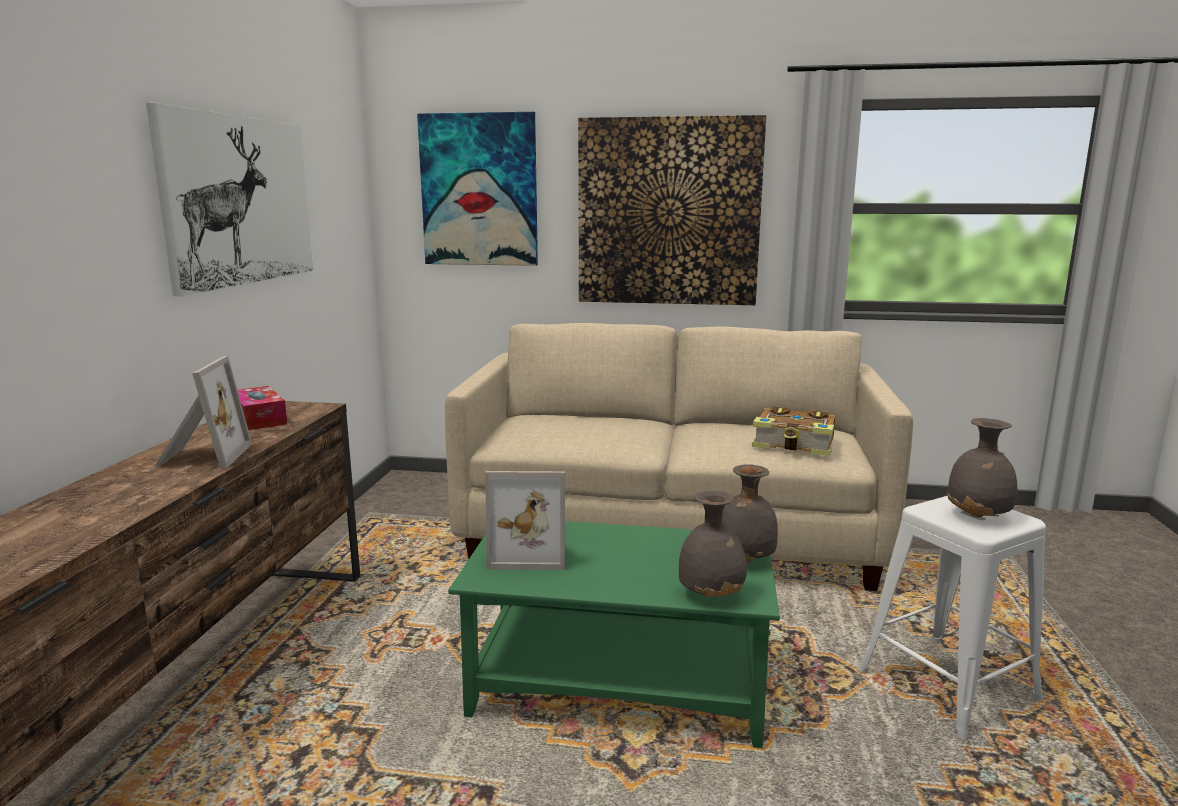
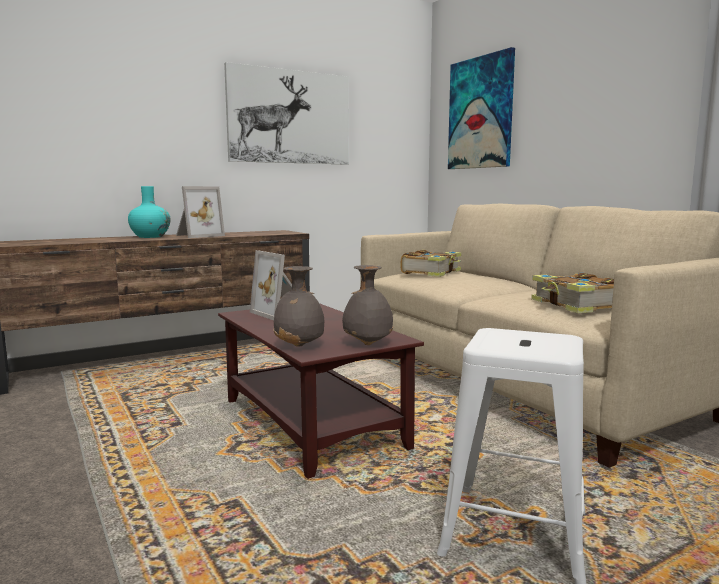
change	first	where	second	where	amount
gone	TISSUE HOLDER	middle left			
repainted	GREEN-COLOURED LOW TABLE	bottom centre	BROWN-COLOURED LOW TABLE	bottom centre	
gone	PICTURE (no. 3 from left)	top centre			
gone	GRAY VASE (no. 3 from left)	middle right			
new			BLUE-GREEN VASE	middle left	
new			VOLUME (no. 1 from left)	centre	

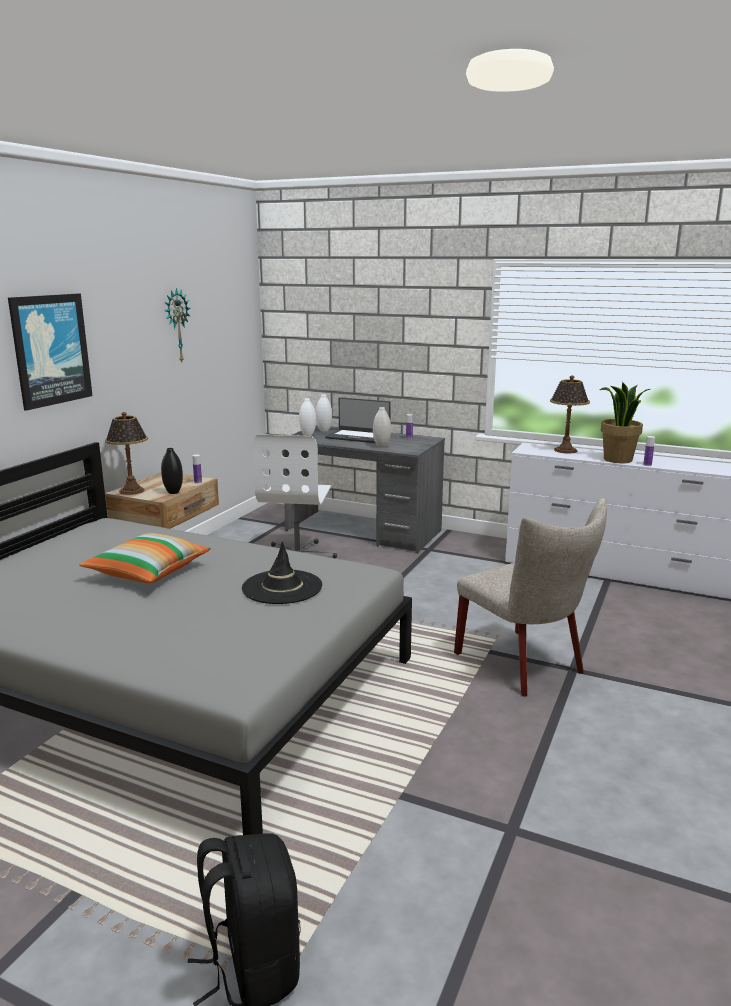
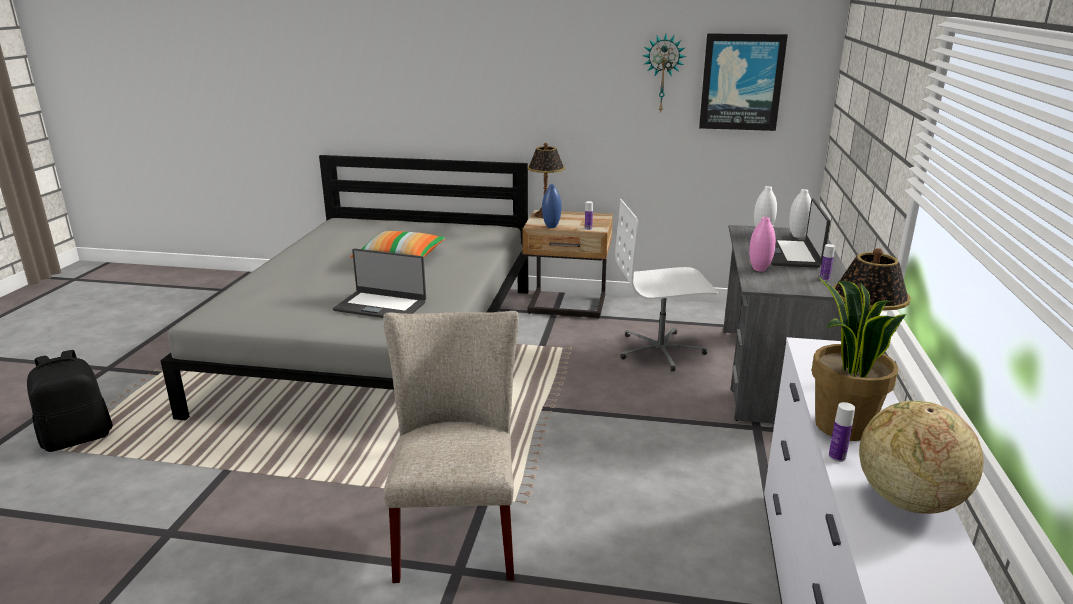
change	first	where	second	where	amount
shifted	PICTURE	middle left		top right	
repainted	BLACKISH VASE	middle left	BLUE VASE	centre	
swapped	BLACKISH HAT	centre	NOTEBOOK COMPUTER (no. 1 from left)	centre	
repainted	WHITISH VASE (no. 3 from left)	centre	PINK VASE	middle right	
rotated	BEIGE CHAIR	middle right		bottom centre	135 degrees clockwise
new			GLOBE	bottom right	

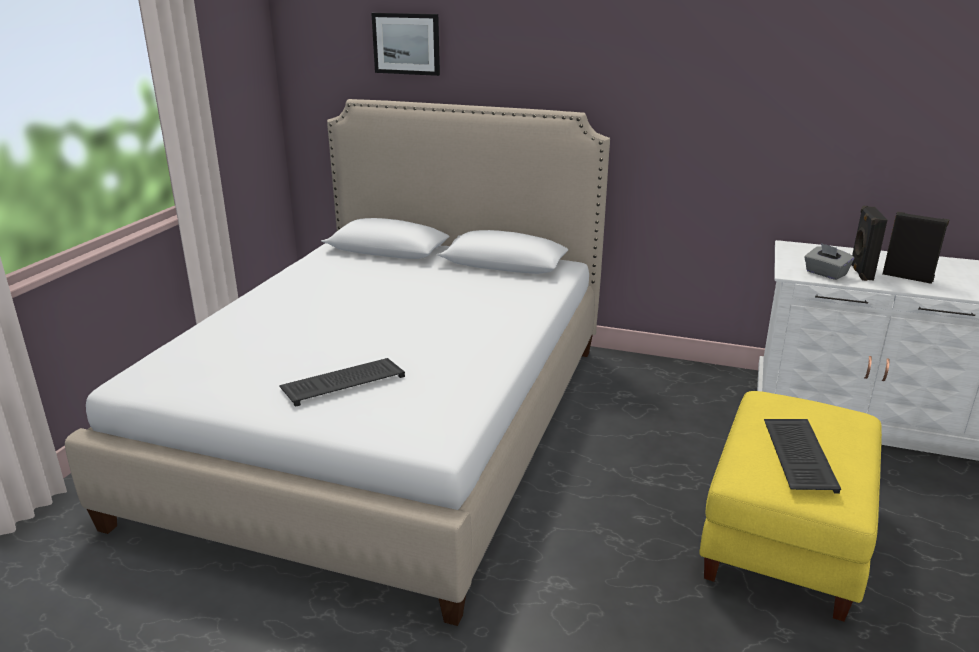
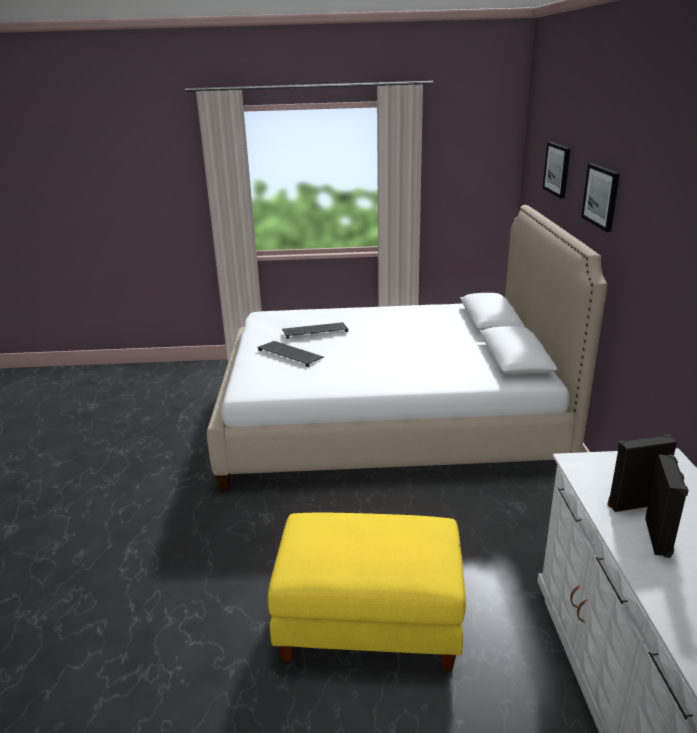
change	first	where	second	where	amount
shifted	PC KEYBOARD (no. 2 from left)	bottom right		centre	
gone	GRAY TISSUE HOLDER	middle right			
new			PICTURE (no. 2 from left)	top right	

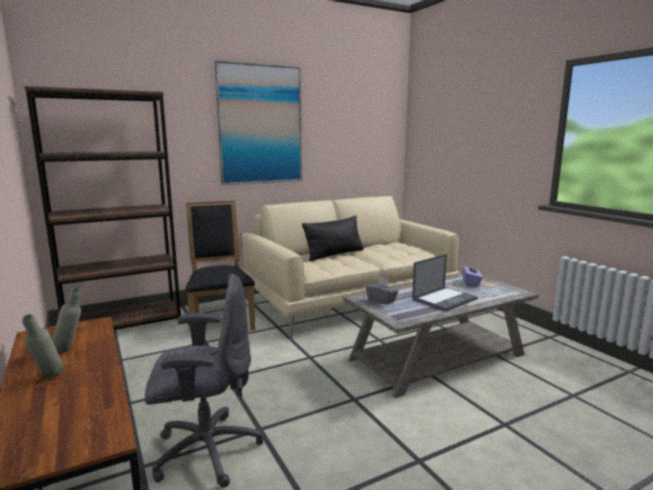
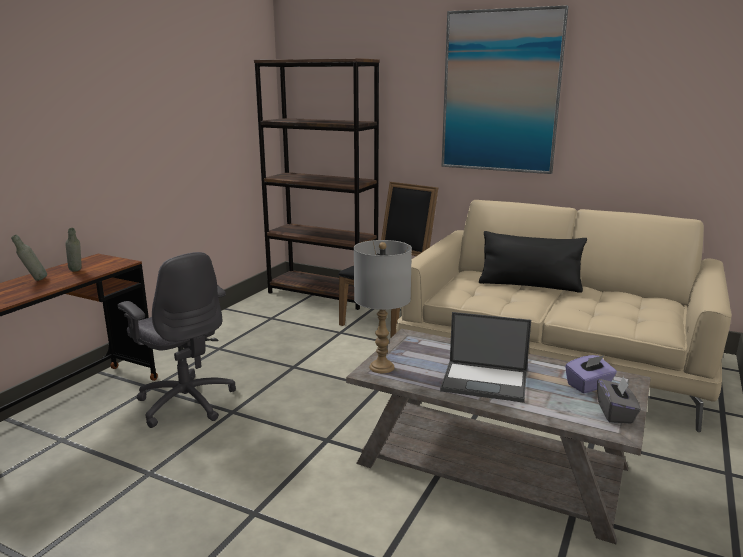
change	first	where	second	where	amount
shifted	GRAY TISSUE HOLDER	centre		bottom right	
new			GRAY TABLE LAMP	centre	

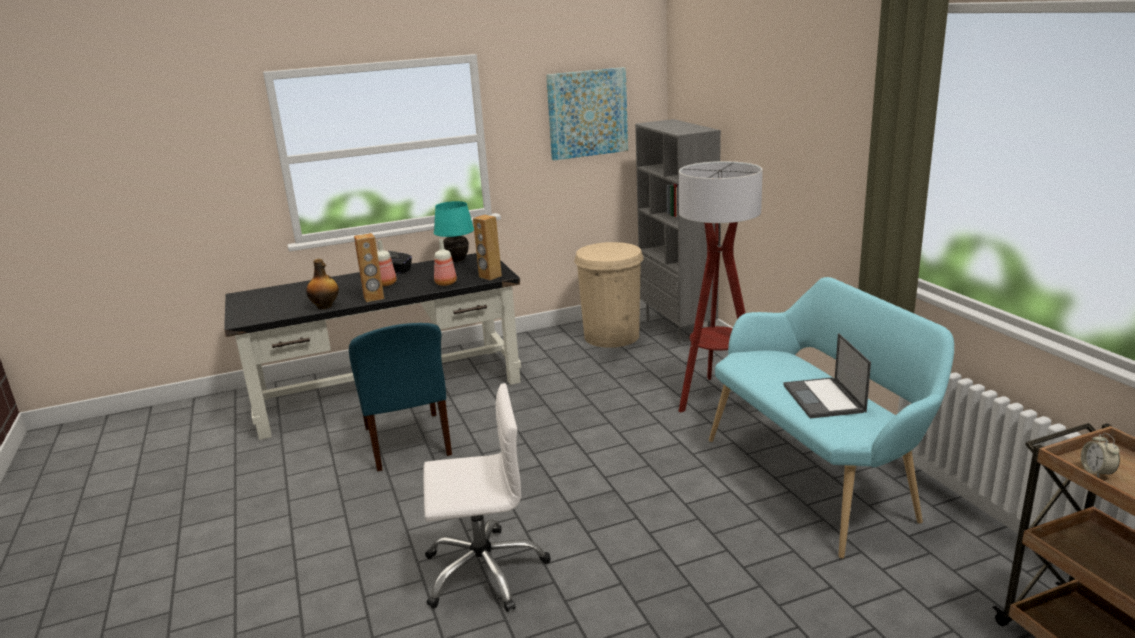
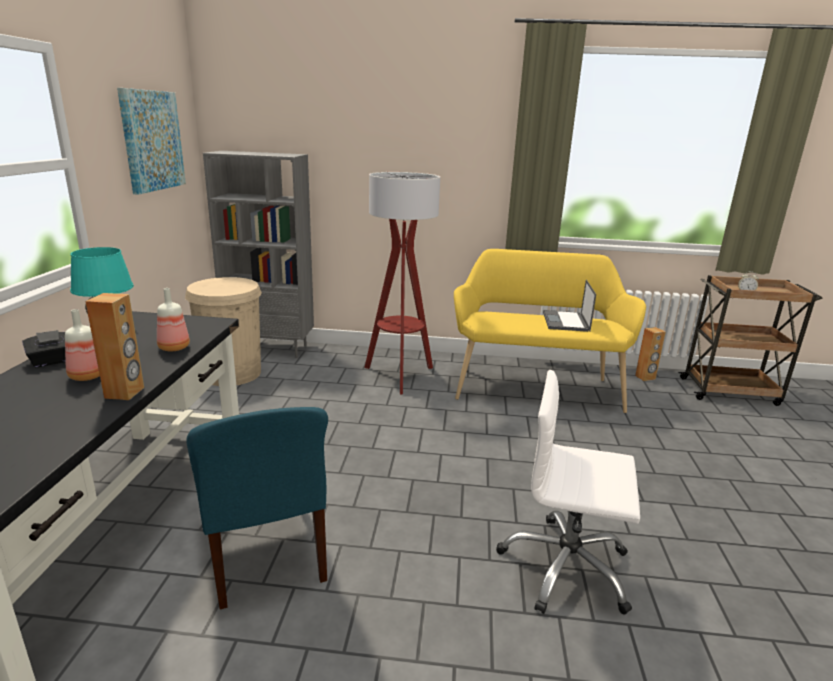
change	first	where	second	where	amount
gone	BEVERAGE BOTTLE (no. 1 from left)	middle left			
rotated	BLUE CHAIR	centre		bottom left	60 degrees clockwise
rotated	WHITISH DESK CHAIR	bottom centre		bottom right	90 degrees counterclockwise
shifted	BROWN-COLOURED AUDIO SPEAKER (no. 2 from left)	centre		middle right	
repainted	BLUE-GREEN BENCH	middle right	YELLOW BENCH	centre	
rotated	NOTEBOOK COMPUTER	middle right		middle right	75 degrees clockwise

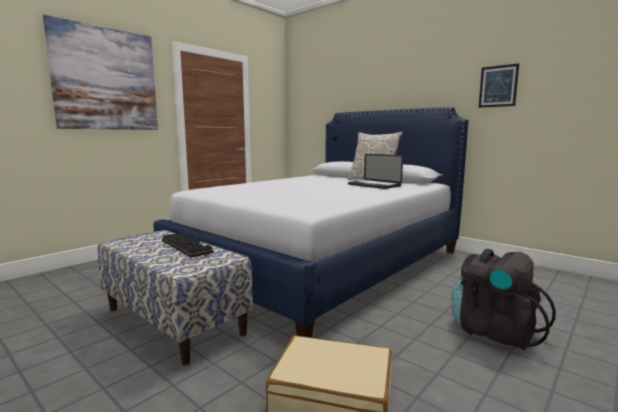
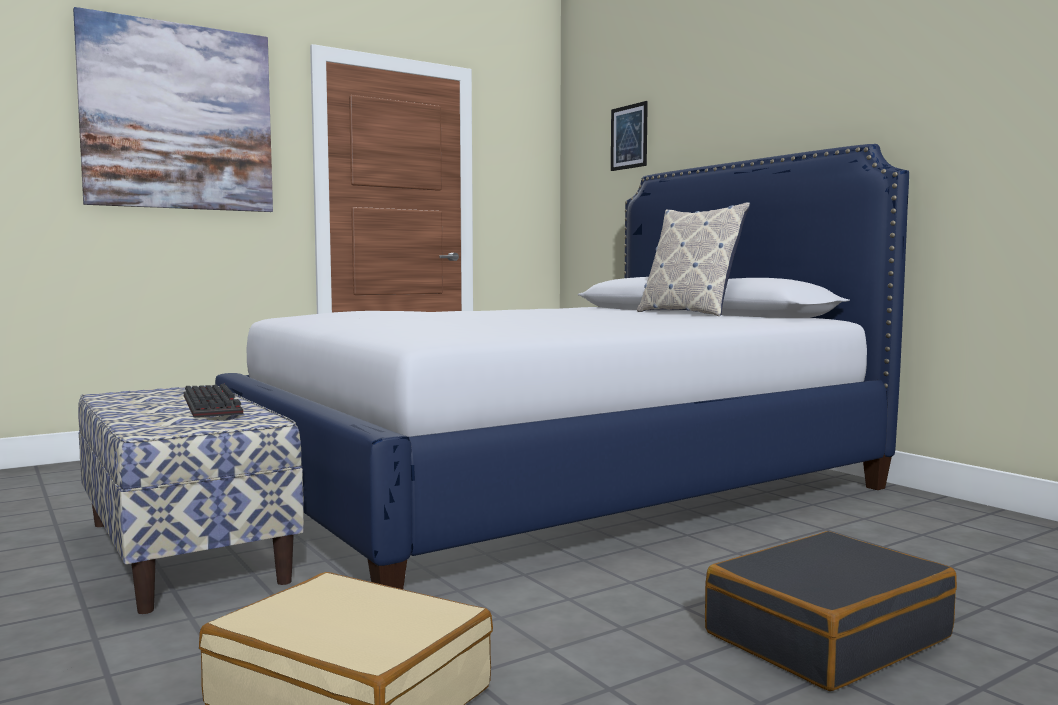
change	first	where	second	where	amount
gone	NOTEBOOK COMPUTER	centre			
swapped	BLACKISH BACKPACK	bottom right	BLACKISH TRAVEL CASE	bottom right	
shifted	PICTURE (no. 2 from left)	top right		top centre	

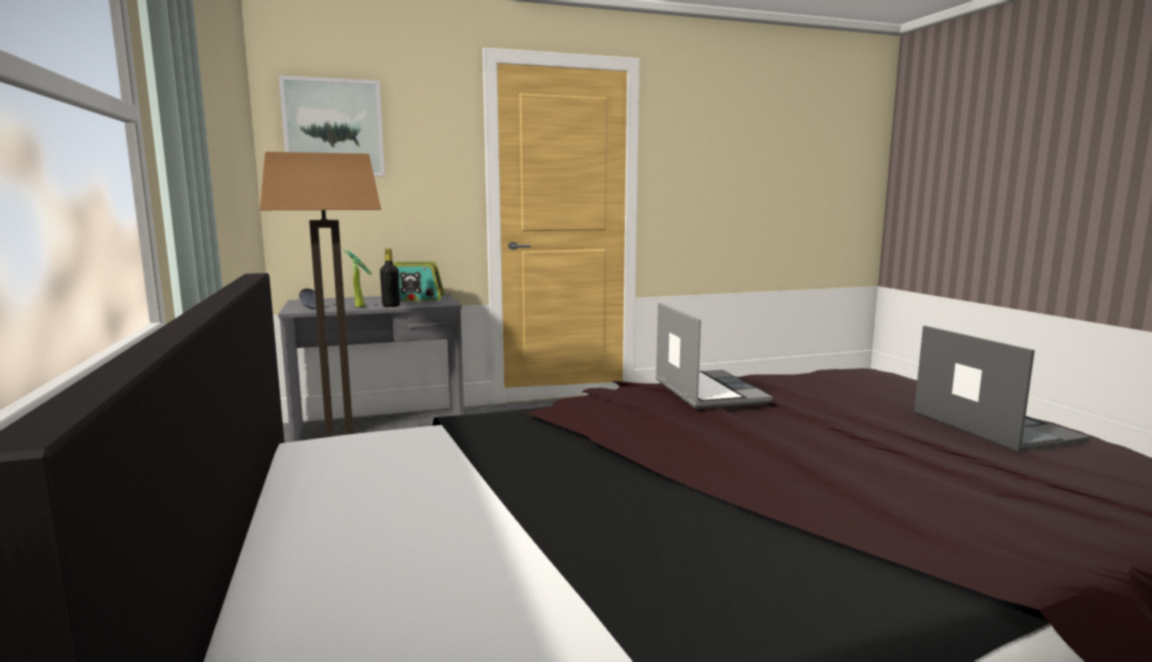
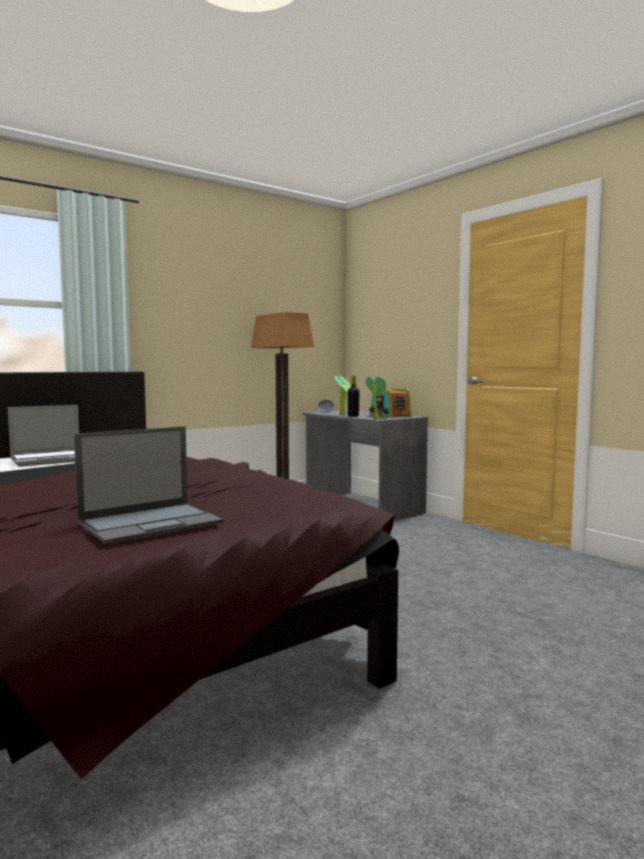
change	first	where	second	where	amount
gone	PICTURE	top left			
shifted	NOTEBOOK COMPUTER (no. 1 from left)	centre		middle left	
new			PLANT IN A POT (no. 2 from left)	centre	

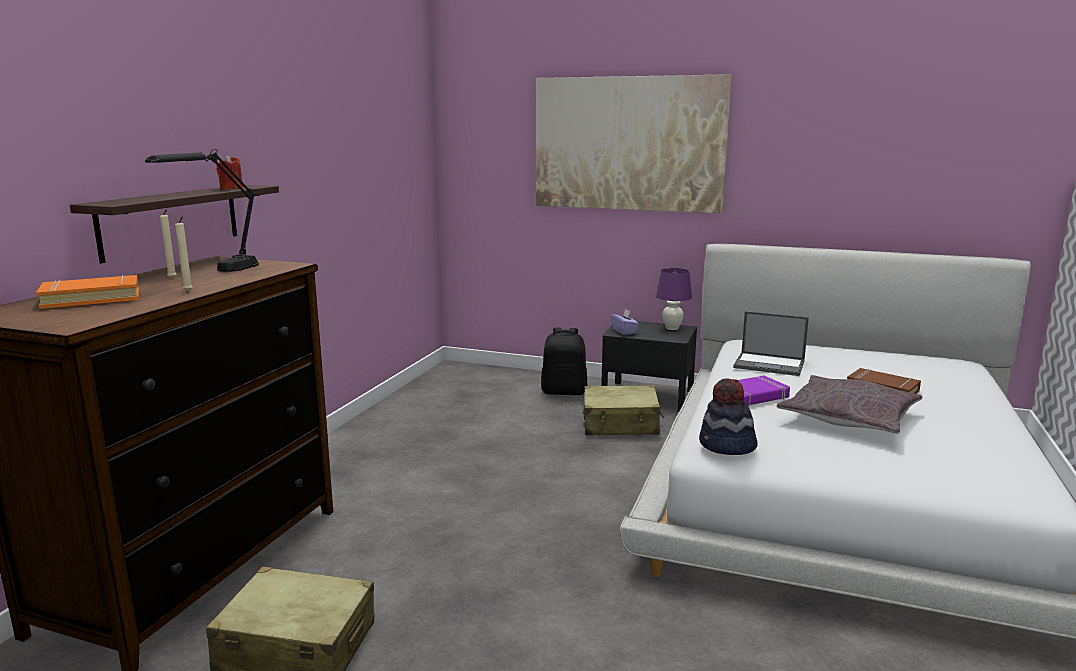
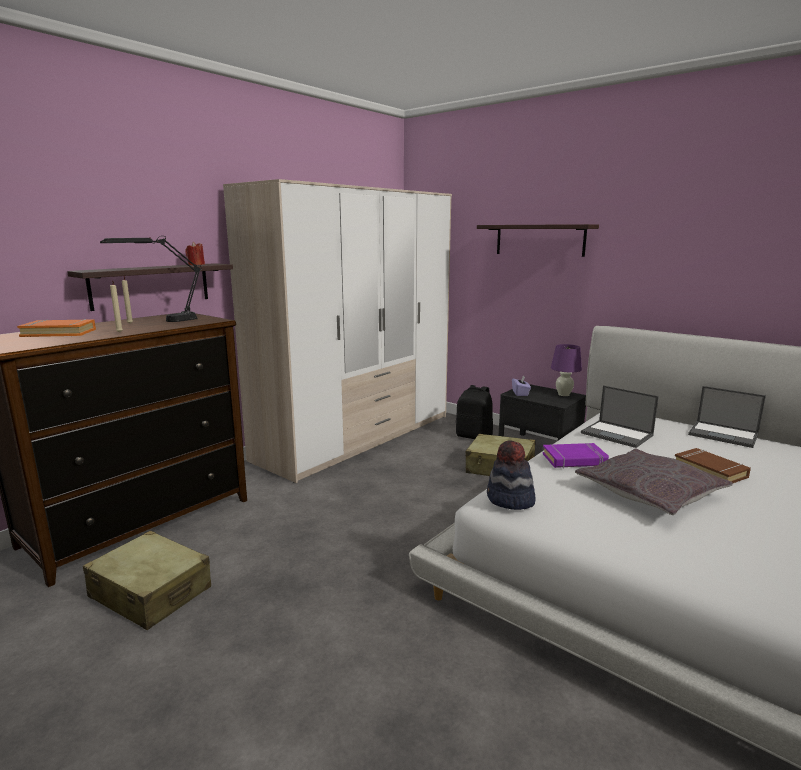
change	first	where	second	where	amount
swapped	PICTURE	top centre	BRACKET SHELF (no. 2 from left)	top right	
new			ARMOIRE	centre	
new			NOTEBOOK COMPUTER (no. 2 from left)	middle right	

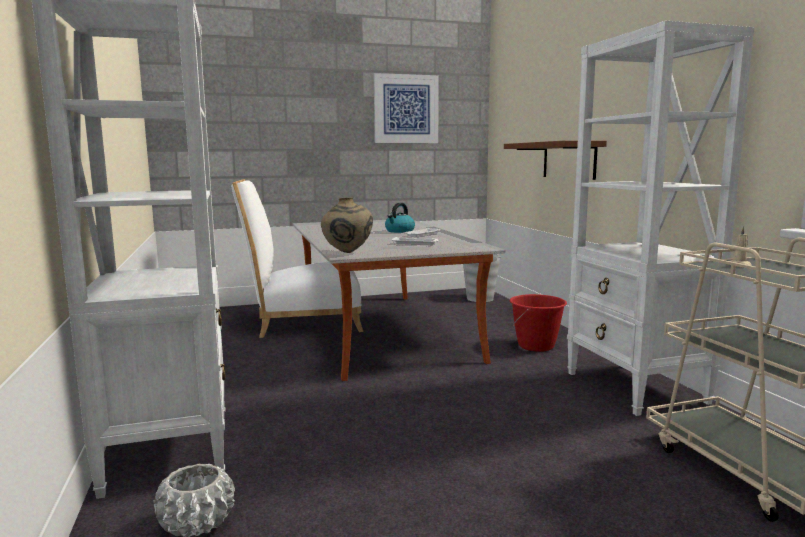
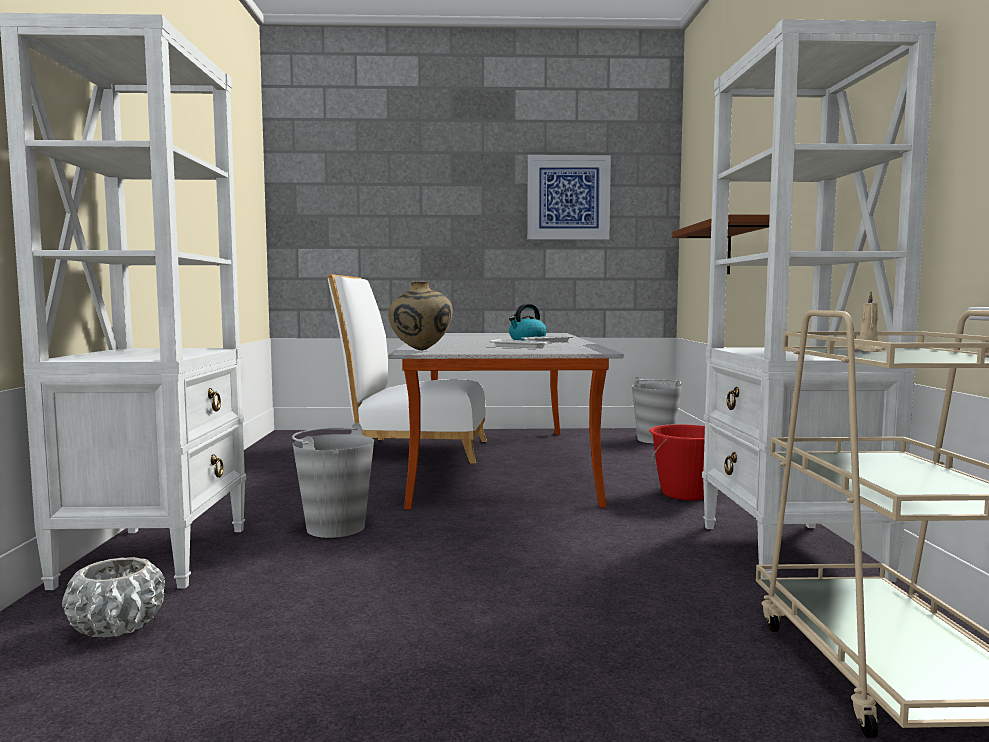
change	first	where	second	where	amount
new			GRAY WATER BUCKET (no. 1 from left)	centre	

